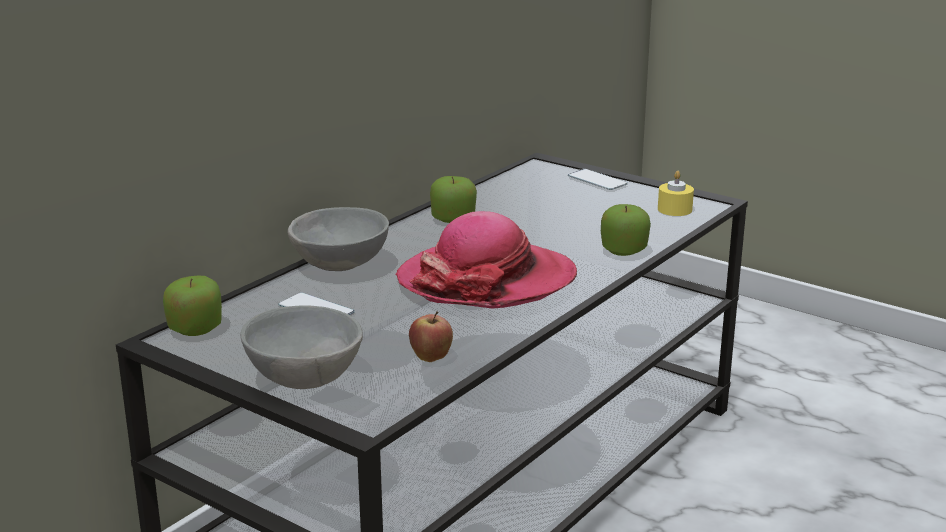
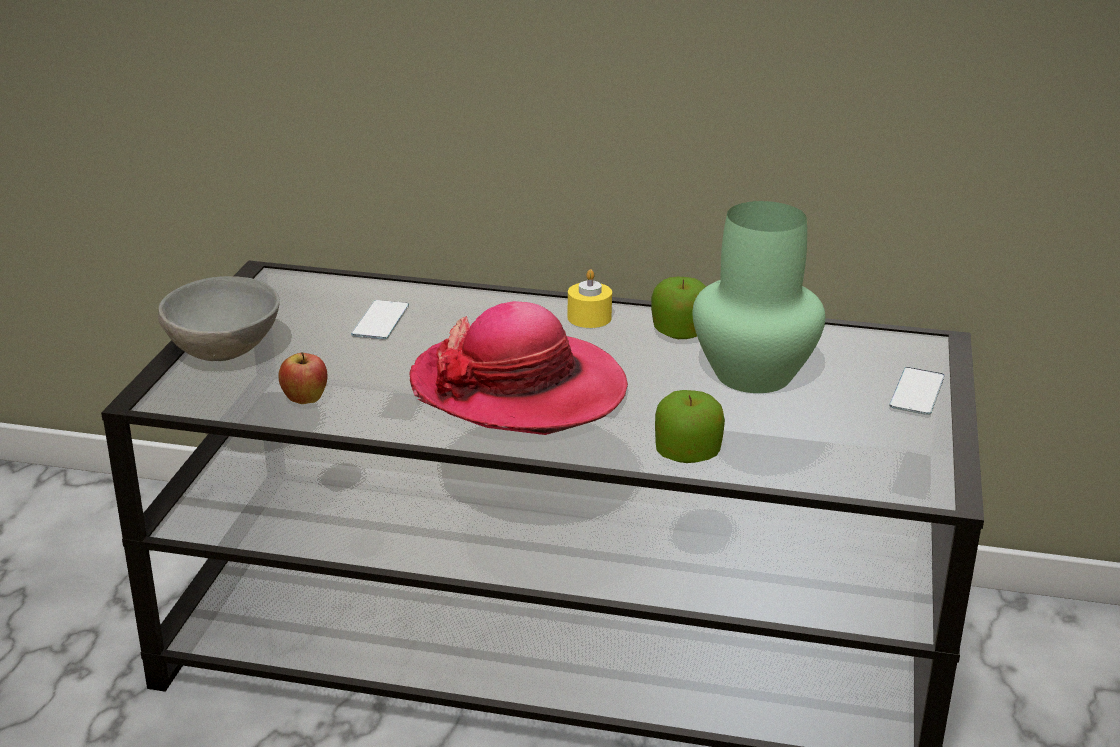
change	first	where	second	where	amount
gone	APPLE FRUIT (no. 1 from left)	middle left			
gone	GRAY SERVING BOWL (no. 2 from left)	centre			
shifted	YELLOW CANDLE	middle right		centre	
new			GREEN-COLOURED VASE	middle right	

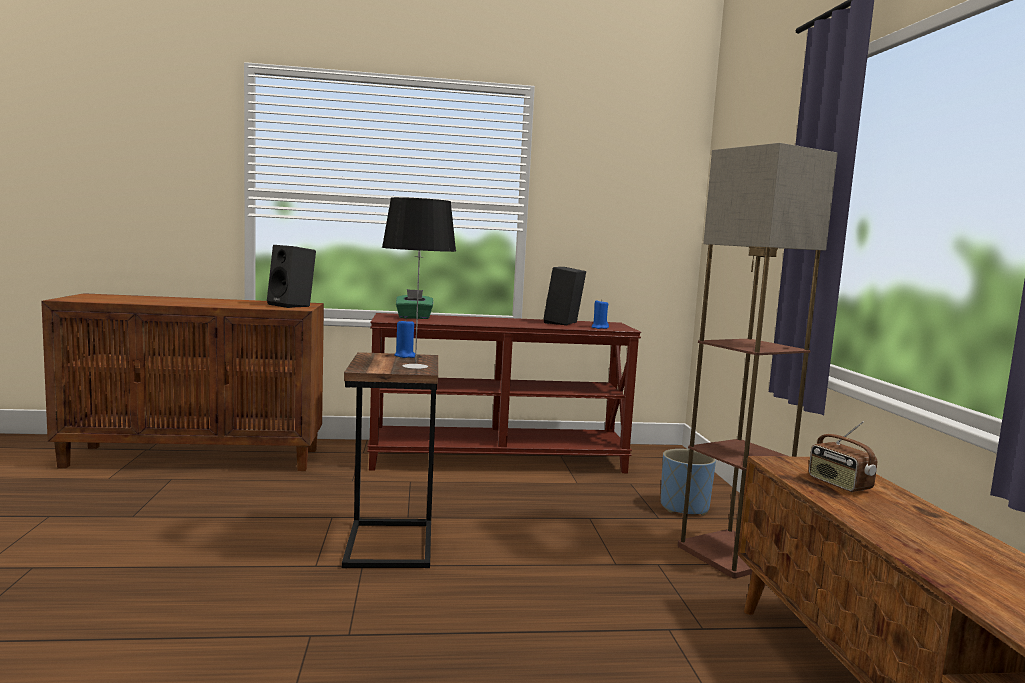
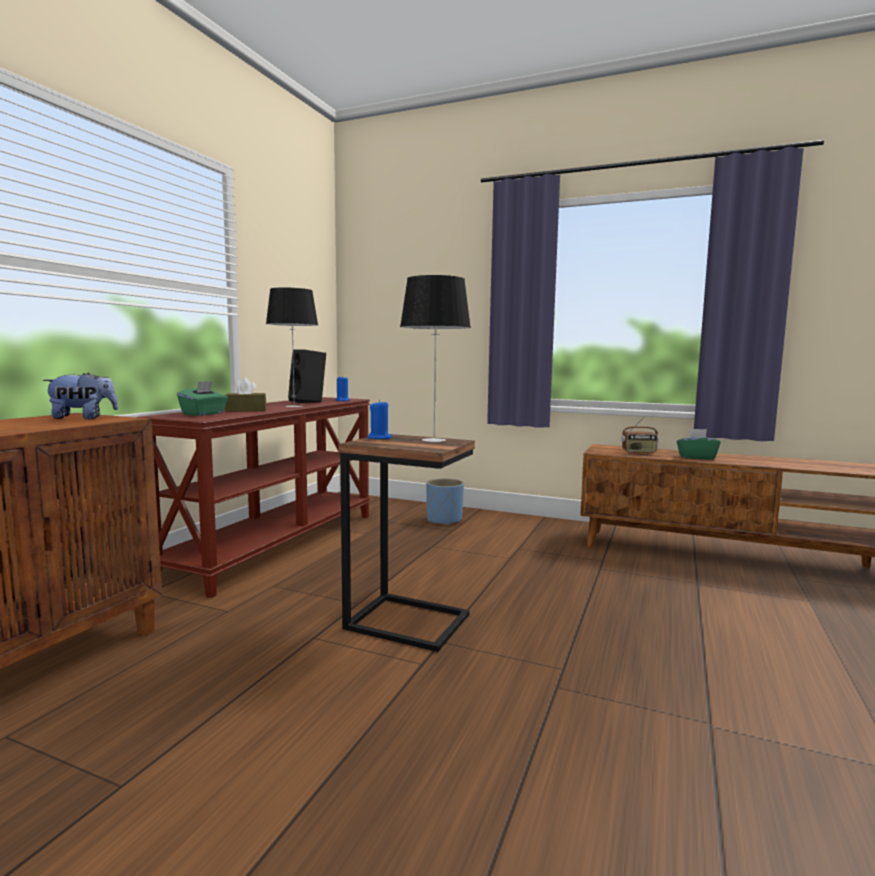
change	first	where	second	where	amount
swapped	BLACKISH AUDIO SPEAKER (no. 1 from left)	middle left	SOFT TOY	middle left	
gone	STANDARD LAMP	middle right			
new			BROWN-COLOURED TISSUE HOLDER	middle left	
new			TABLE LAMP (no. 1 from left)	centre	
new			GREEN-COLOURED TISSUE HOLDER (no. 2 from left)	middle right	

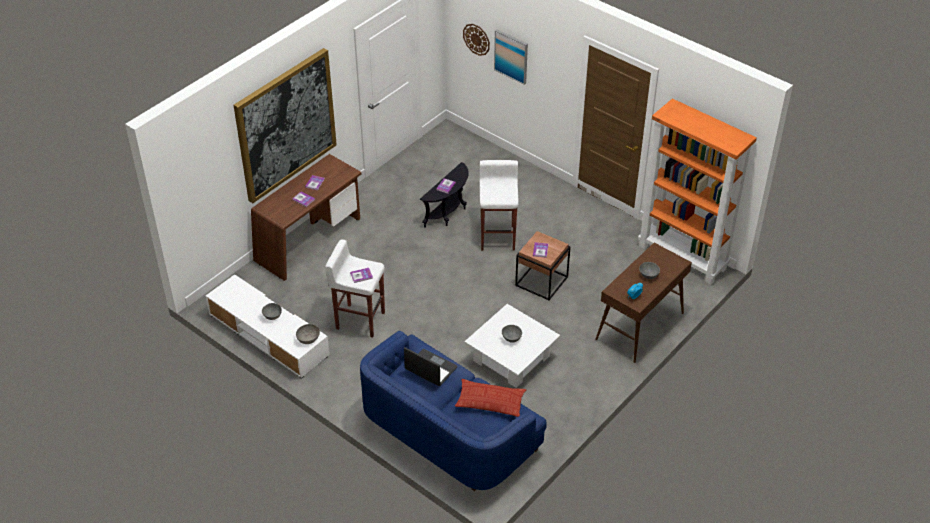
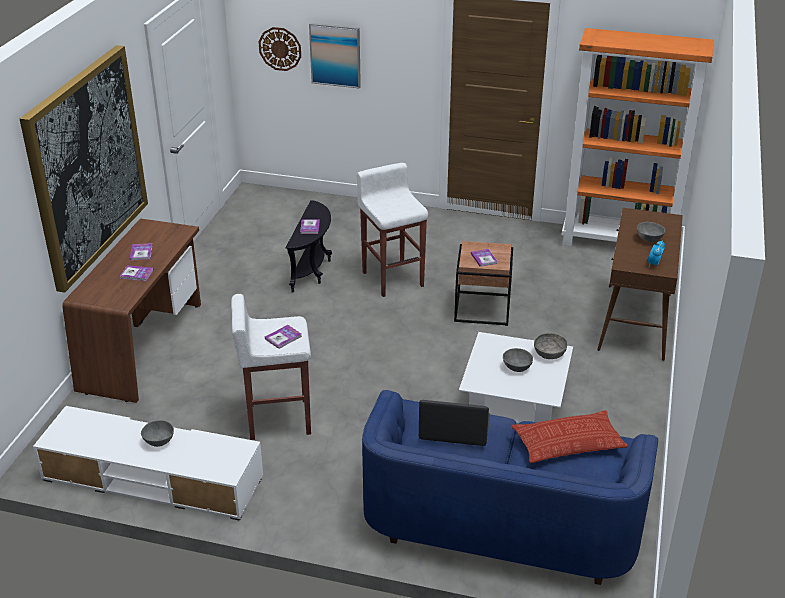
change	first	where	second	where	amount
shifted	GRAY SERVING BOWL (no. 2 from left in the first image)	middle left	GRAY SERVING BOWL (no. 3 from left)	middle right	

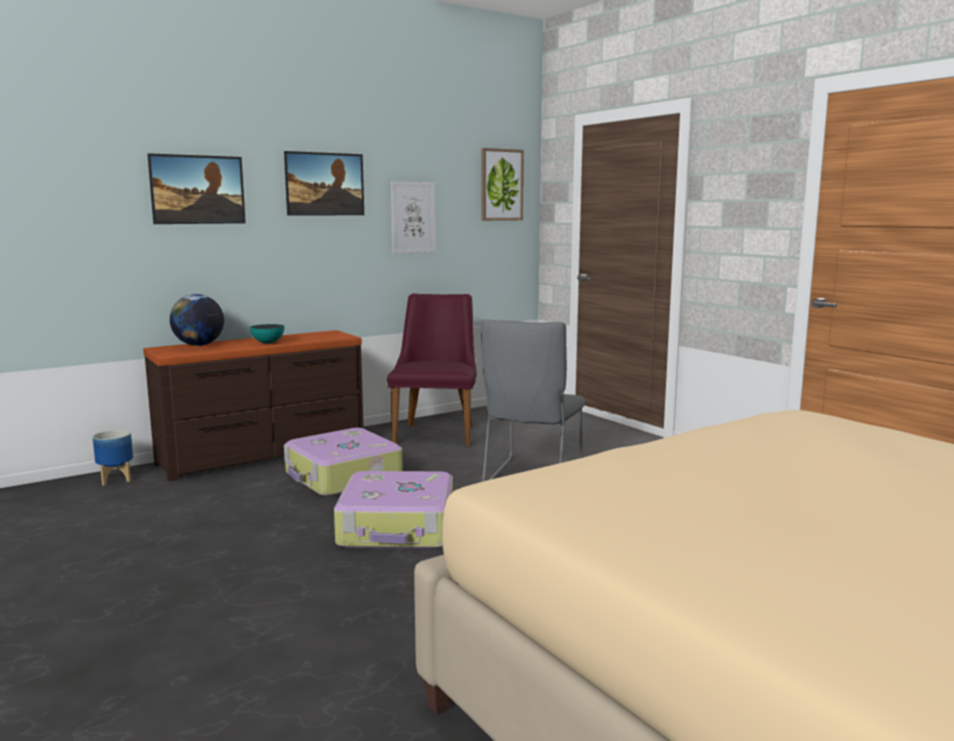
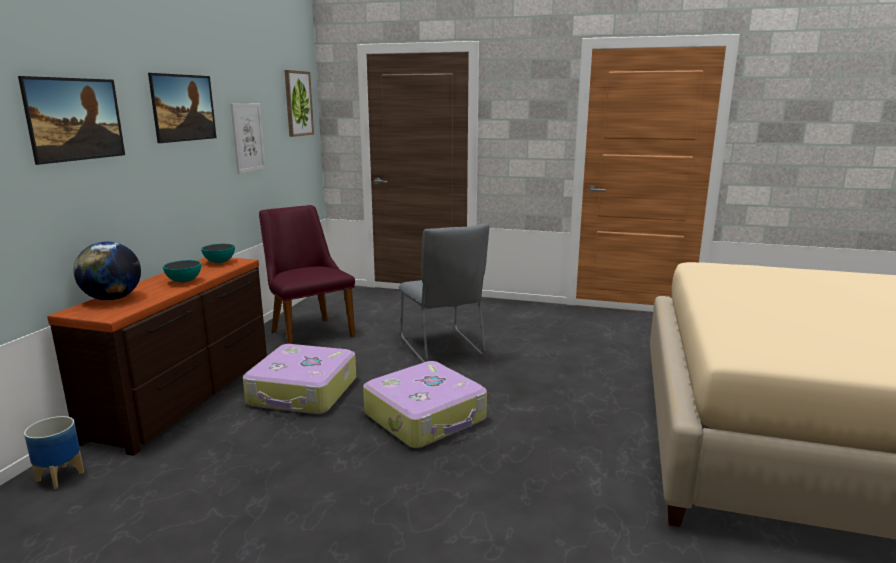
change	first	where	second	where	amount
new			SERVING BOWL (no. 2 from left)	middle left	

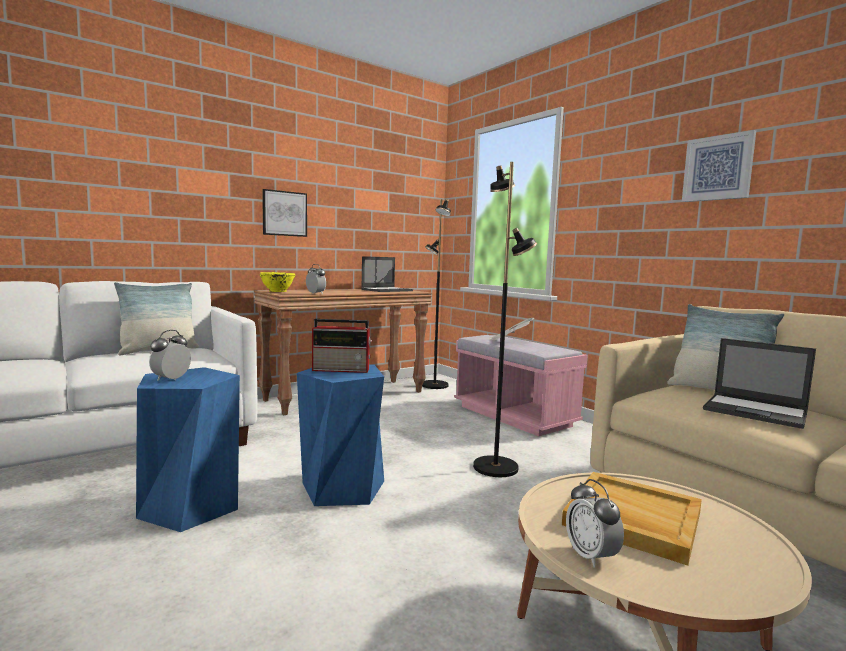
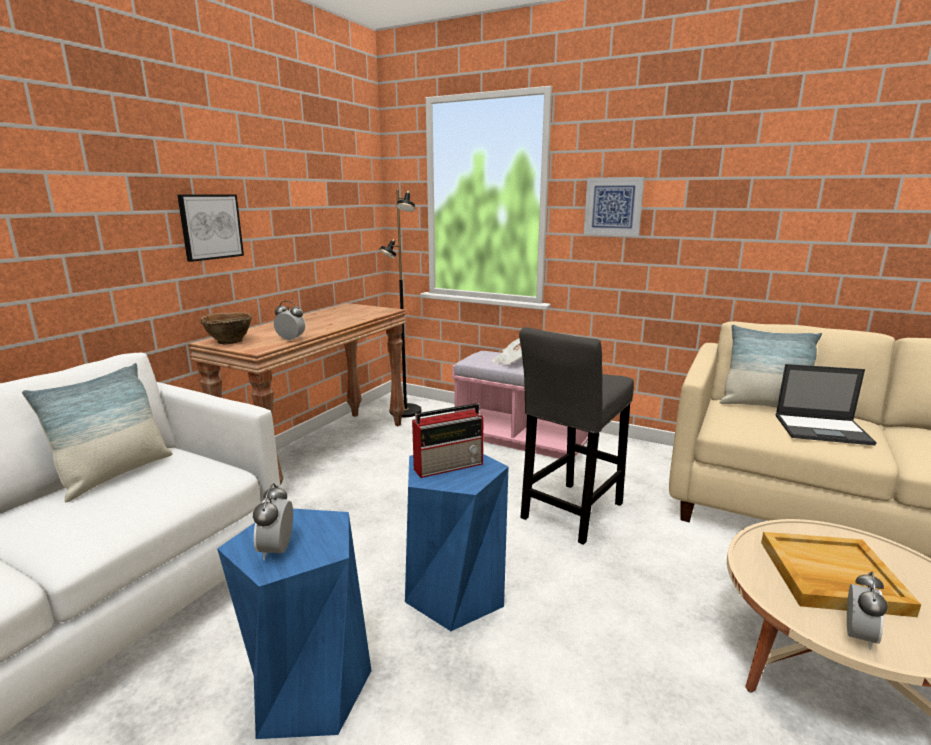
change	first	where	second	where	amount
repainted	YELLOW SERVING BOWL	middle left	BROWN-COLOURED SERVING BOWL	middle left	
gone	NOTEBOOK COMPUTER (no. 1 from left)	centre			
swapped	BLACKISH STANDARD LAMP (no. 2 from left)	centre	GRAY SITTING STOOL	centre	
rotated	ALARM CLOCK (no. 3 from left)	bottom right		bottom right	105 degrees counterclockwise
shifted	PICTURE (no. 2 from left)	top right		top centre	

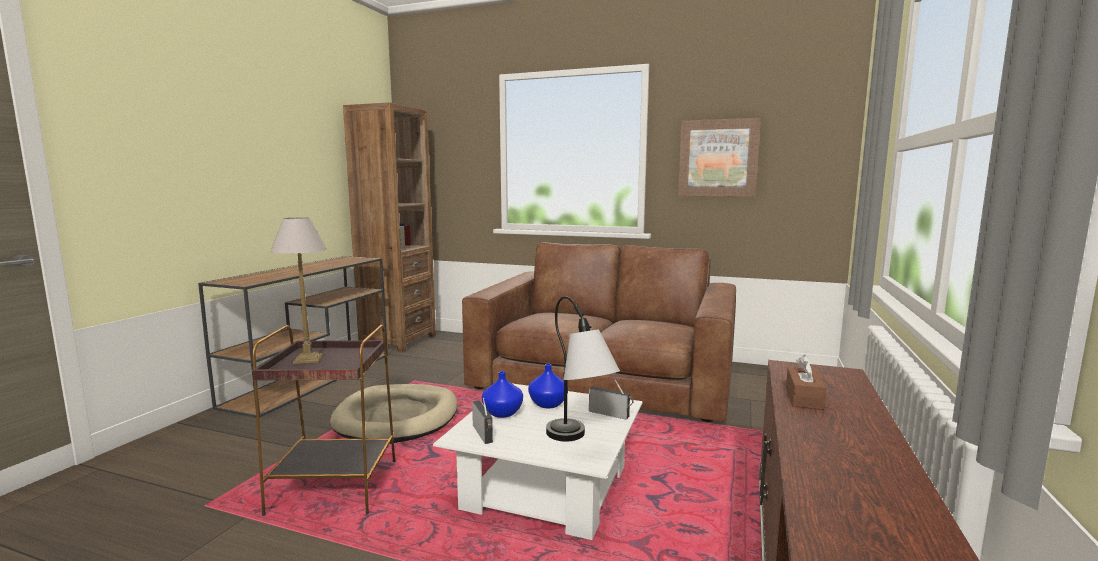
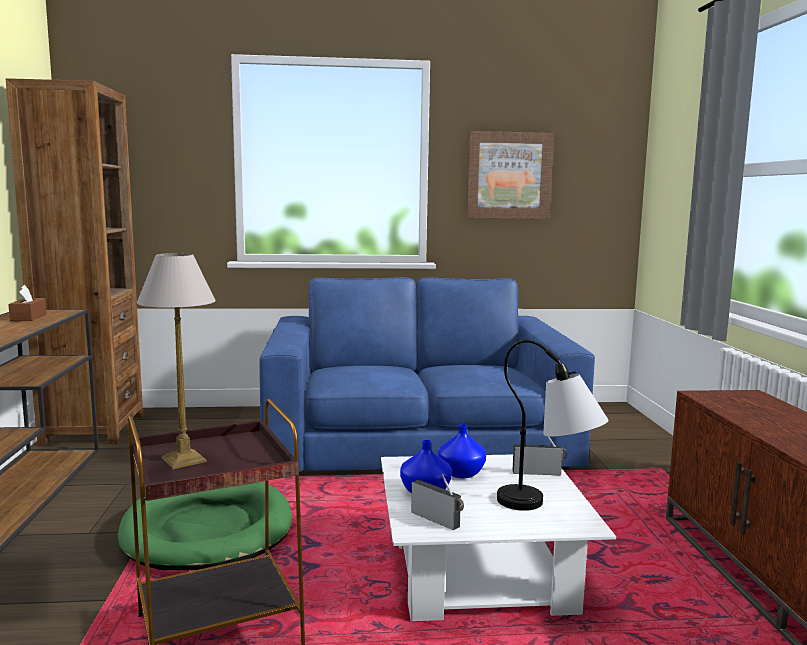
change	first	where	second	where	amount
repainted	BEIGE DOG BED	bottom centre	GREEN-COLOURED DOG BED	bottom left	
repainted	BROWN-COLOURED COUCH	centre	BLUE COUCH	centre	
shifted	BROWN-COLOURED TISSUE HOLDER	bottom right		middle left	

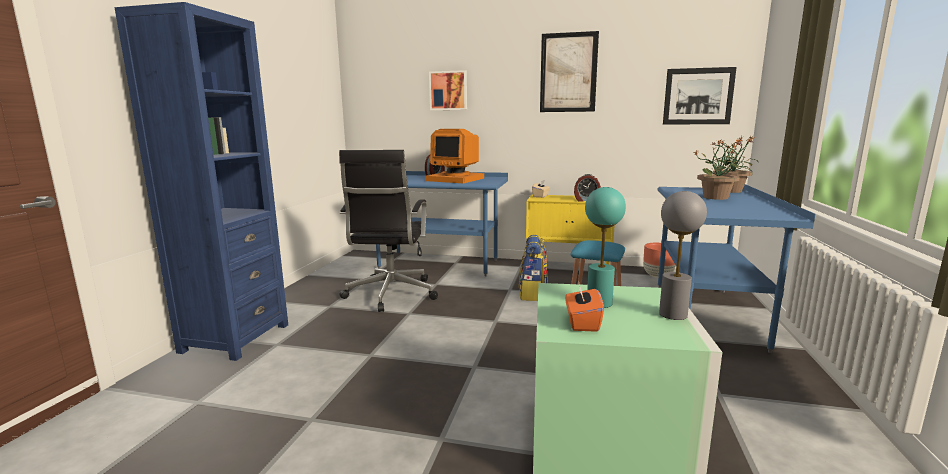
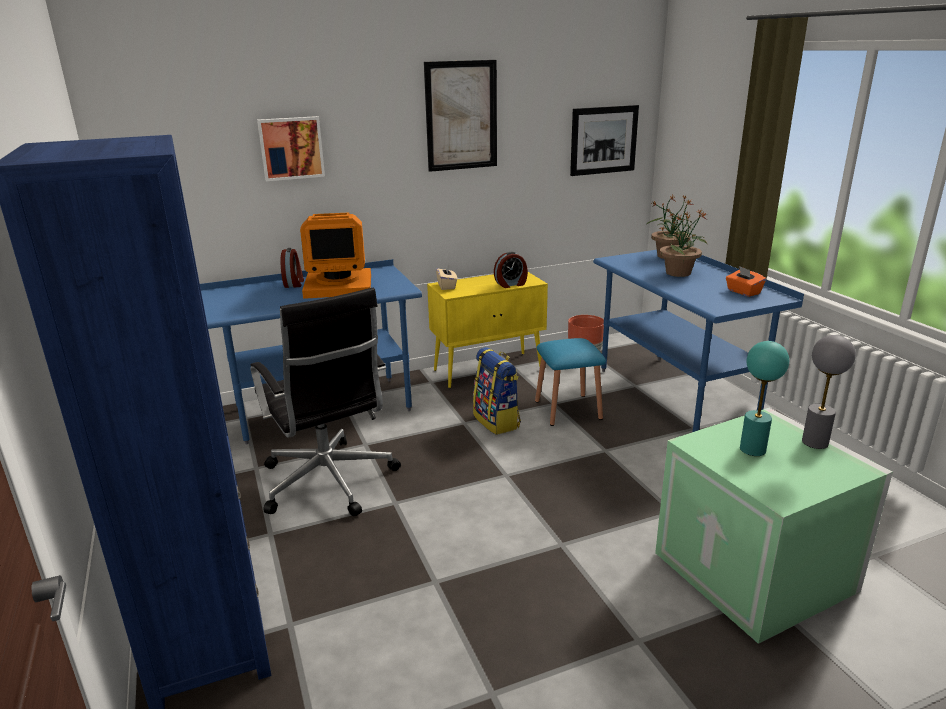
change	first	where	second	where	amount
shifted	ORANGE TISSUE HOLDER	centre		middle right	

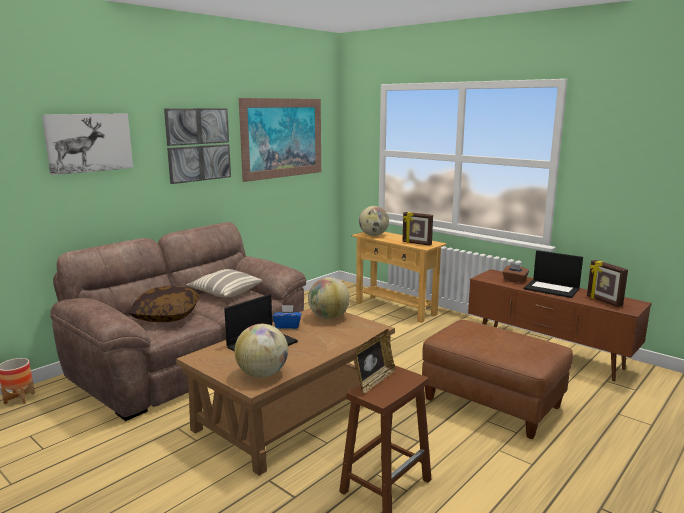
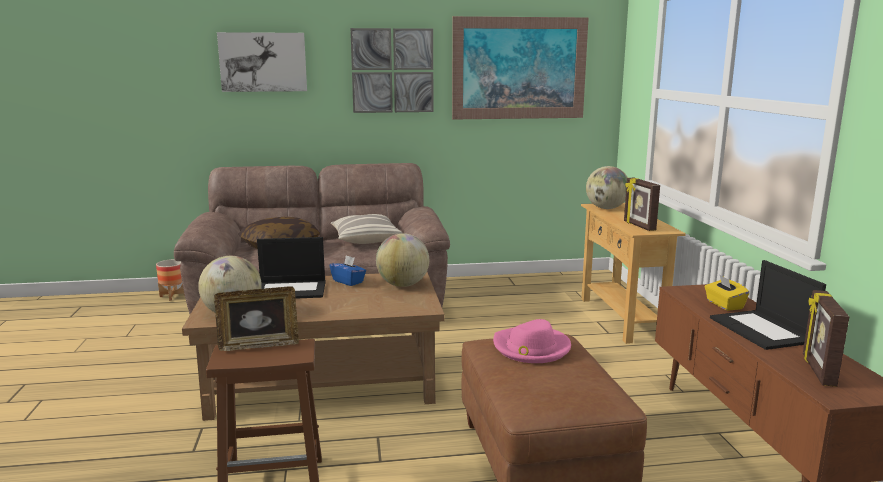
change	first	where	second	where	amount
repainted	BROWN-COLOURED TISSUE HOLDER	middle right	YELLOW TISSUE HOLDER	middle right	
new			PINK HAT	bottom centre	

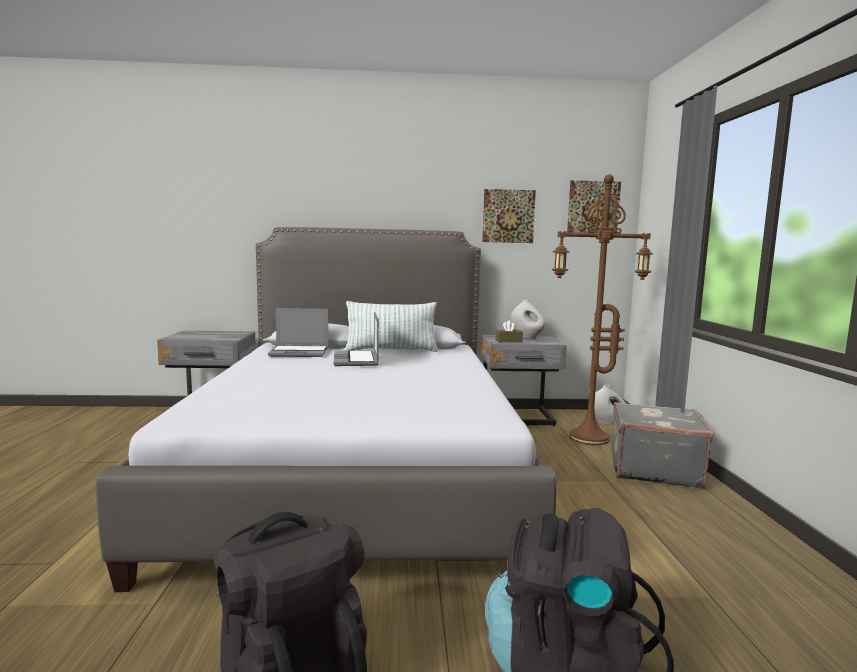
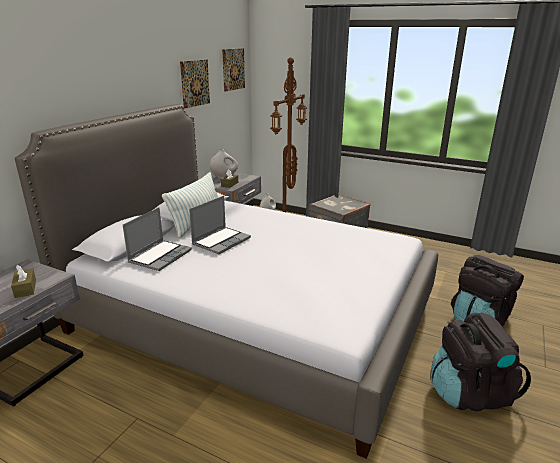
change	first	where	second	where	amount
rotated	NOTEBOOK COMPUTER (no. 2 from left)	centre		centre	75 degrees counterclockwise
new			BROWN-COLOURED TISSUE HOLDER (no. 1 from left)	middle left	

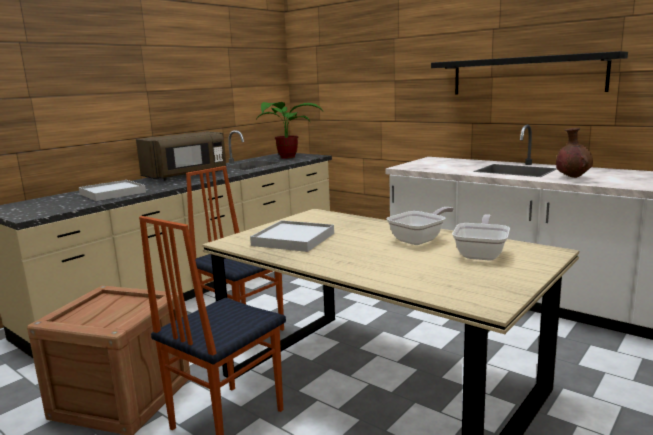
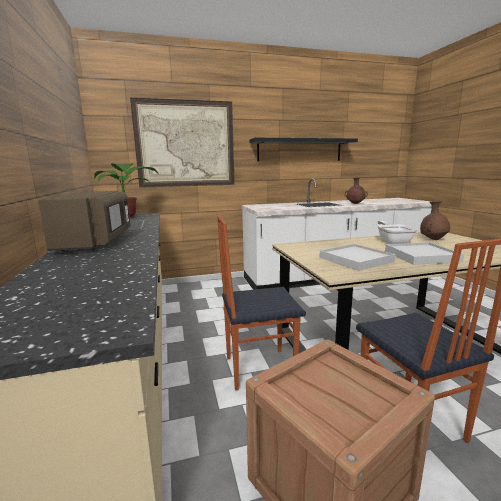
change	first	where	second	where	amount
shifted	WHITISH SERVING TRAY (no. 1 from left in the first image)	middle left	WHITISH SERVING TRAY (no. 2 from left)	middle right	
swapped	PAN (no. 2 from left)	middle right	BROWN-COLOURED VASE (no. 2 from left)	middle right	
new			PICTURE	top centre	

